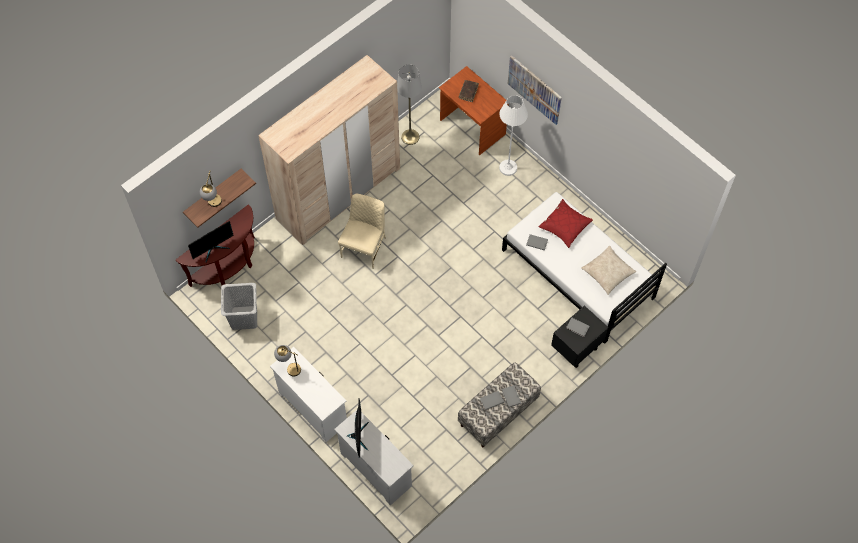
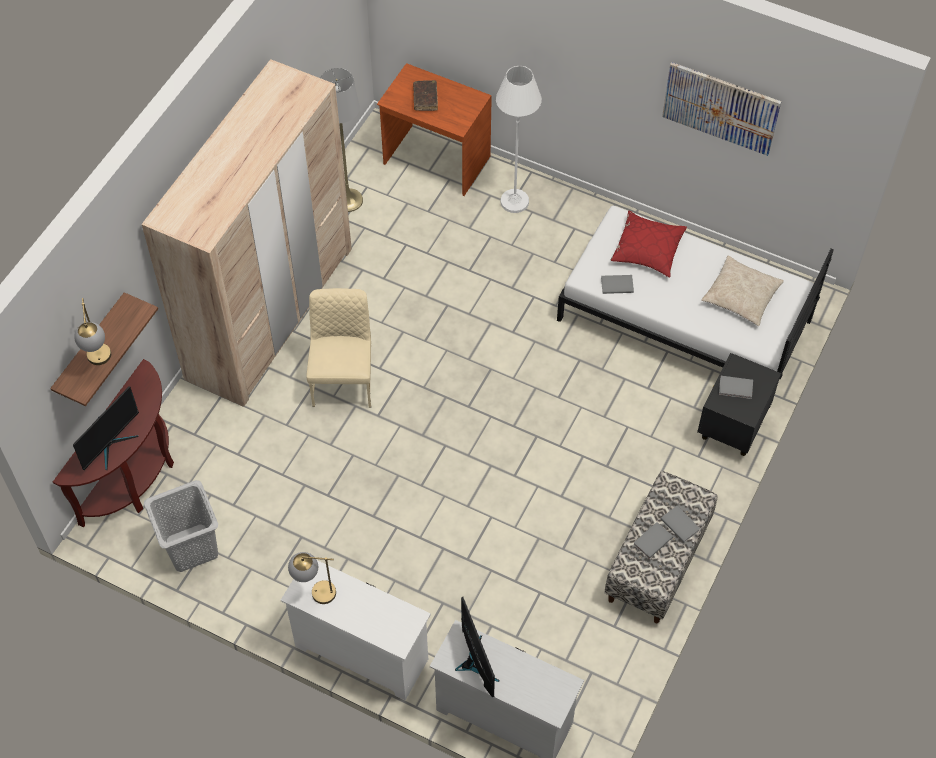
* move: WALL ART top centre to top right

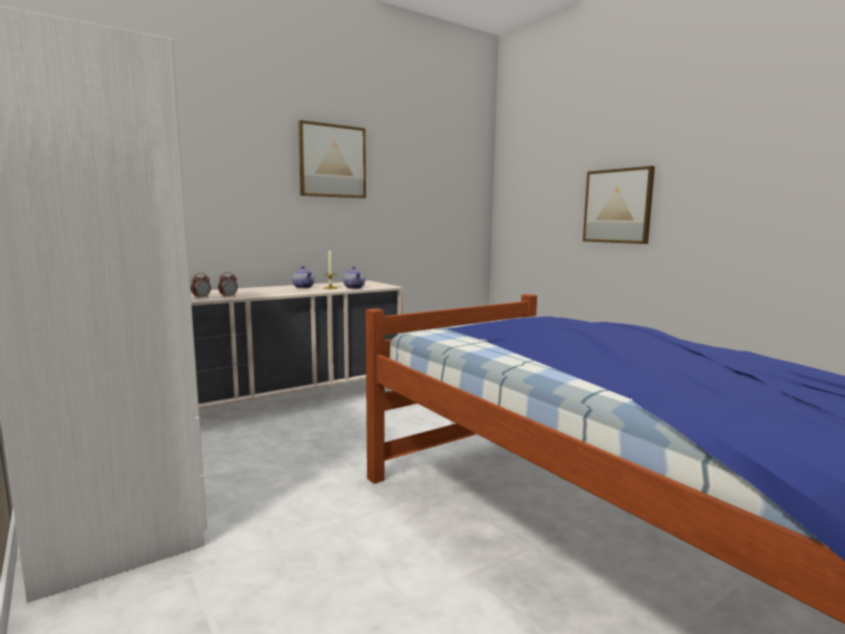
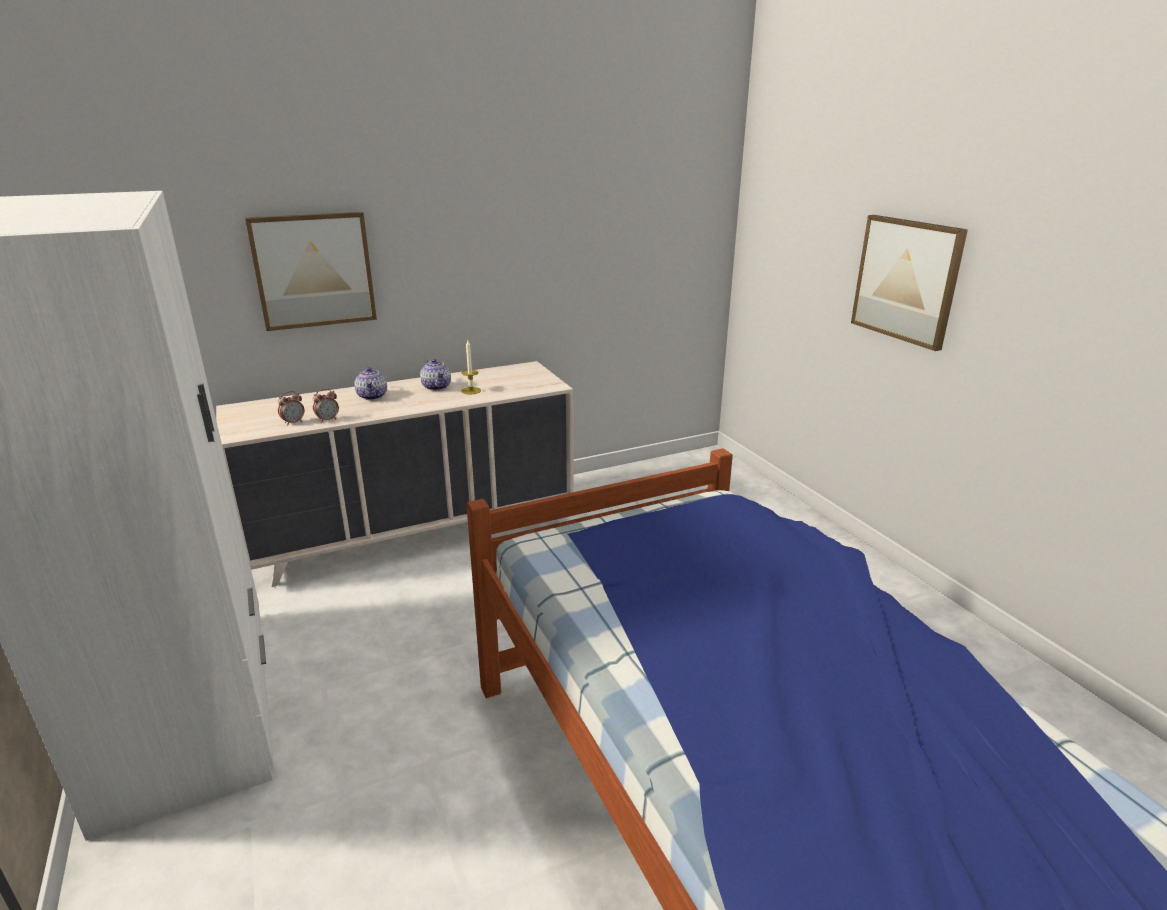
* move: WALL ART (1st from left) top centre to top left
* move: POT FOR TEA (2nd from left in the first image) centre to POT FOR TEA (1st from left) middle left

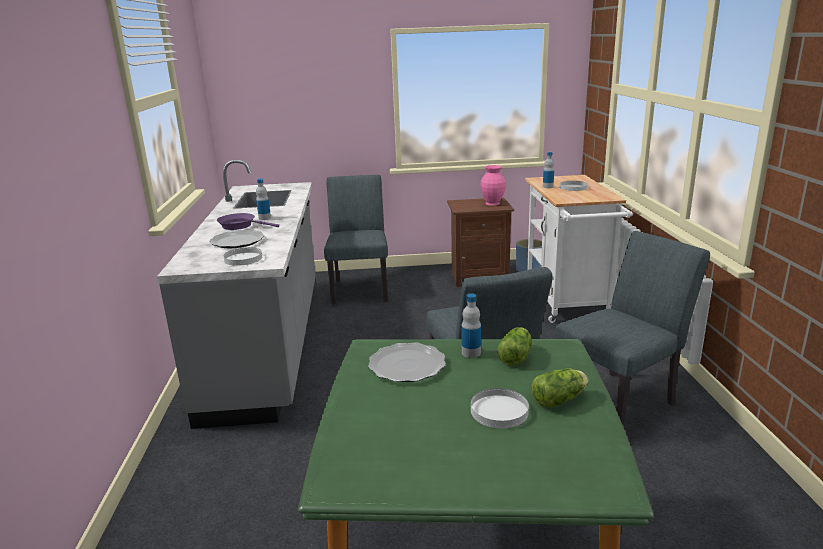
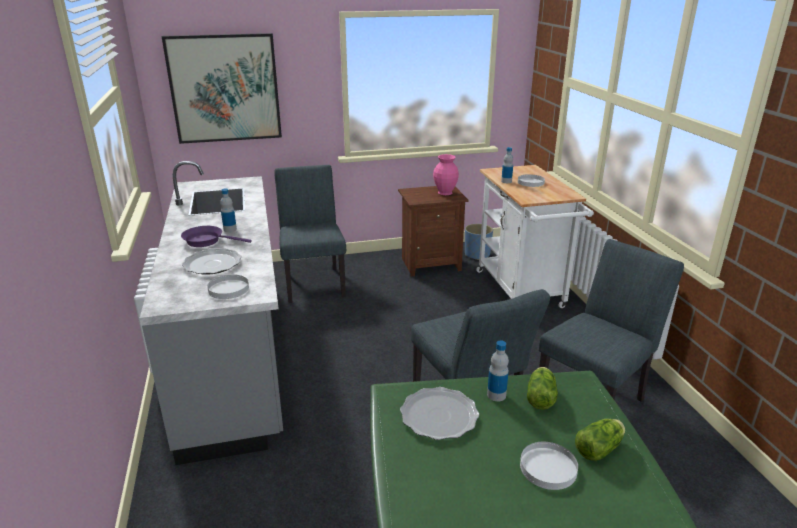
* insert: WALL ART top left

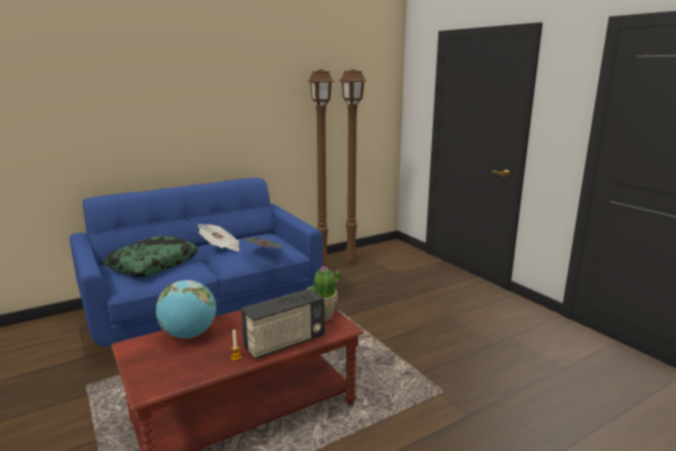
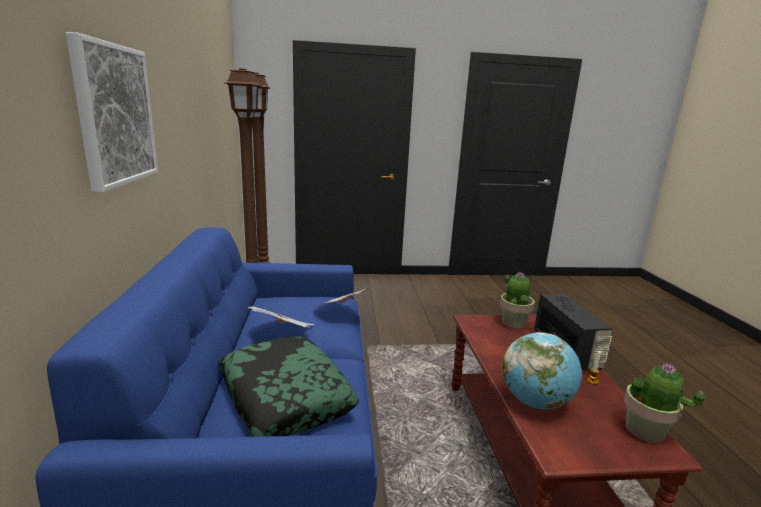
* insert: WALL ART top left
* insert: POTTED PLANT (2nd from left) bottom right

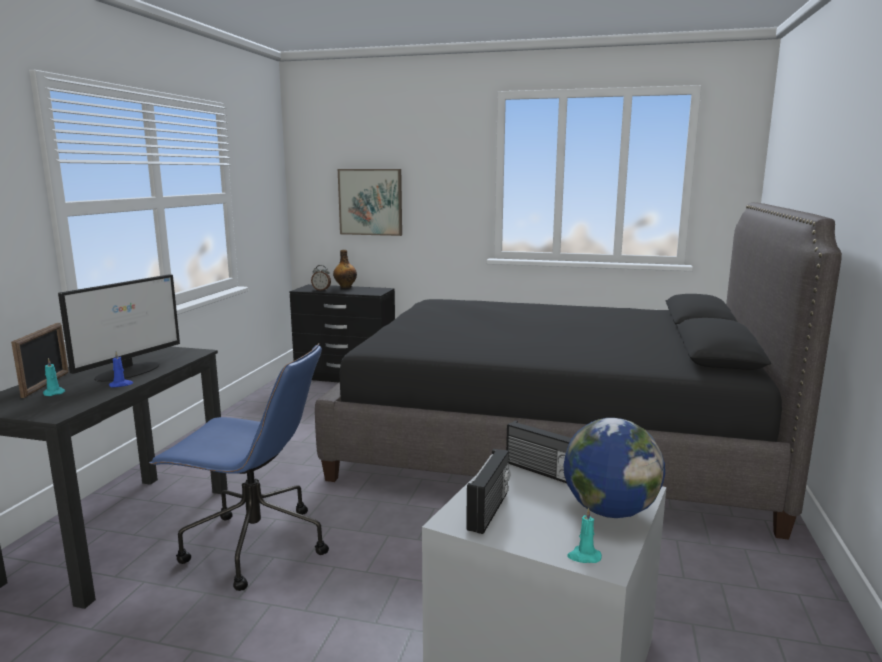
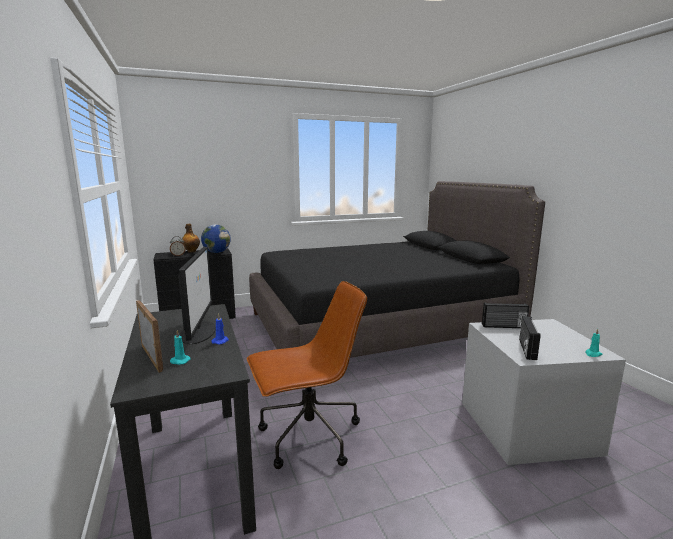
* recolor: BLUE OFFICE CHAIR bottom left to BROWNISH OFFICE CHAIR bottom centre
* delete: WALL ART top centre
* rotate: RADIO (1st from left in the first image) bottom centre = middle right 150 degrees counterclockwise
* move: GLOBE bottom right to middle left

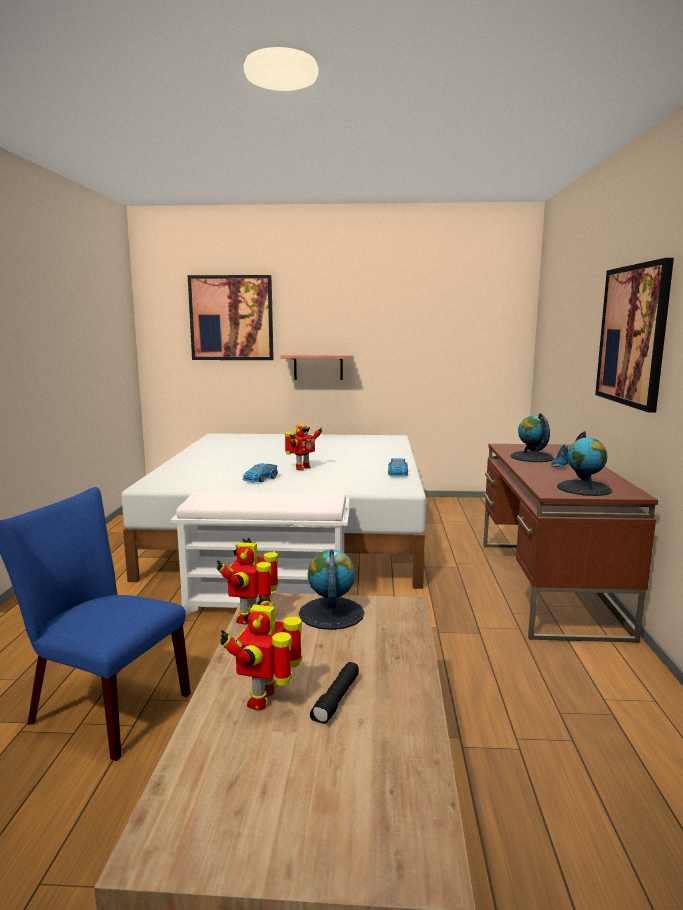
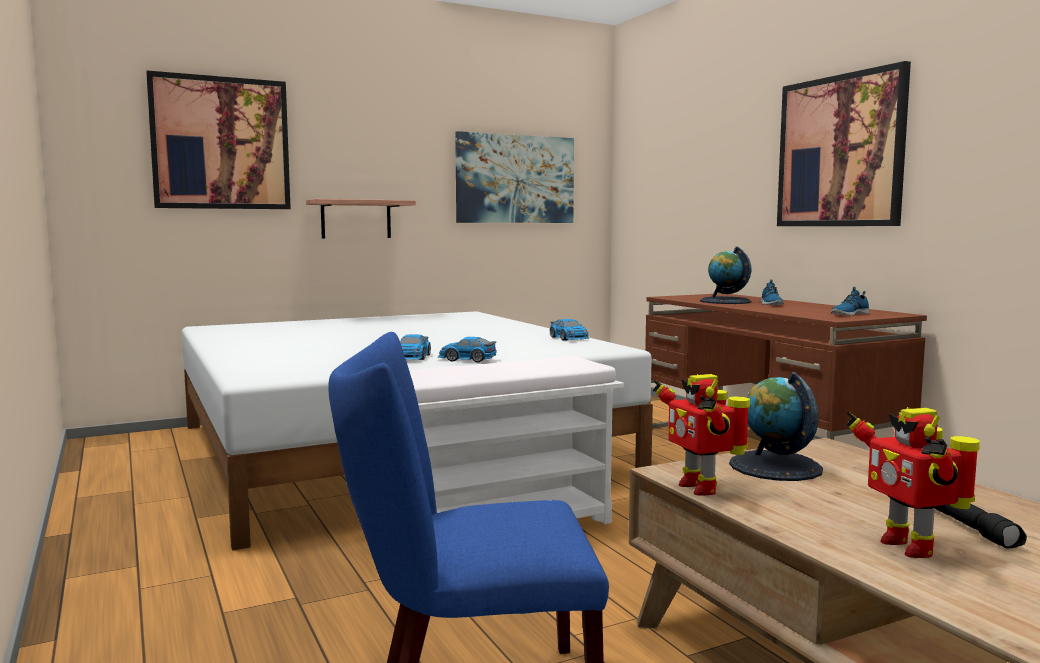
* delete: TOY ROBOT (3rd from left) centre
* replace: GLOBE (3rd from left) middle right to LOW SHOE (2nd from left) middle right
* insert: TOY CAR (2nd from left) centre
* insert: WALL ART (2nd from left) top centre

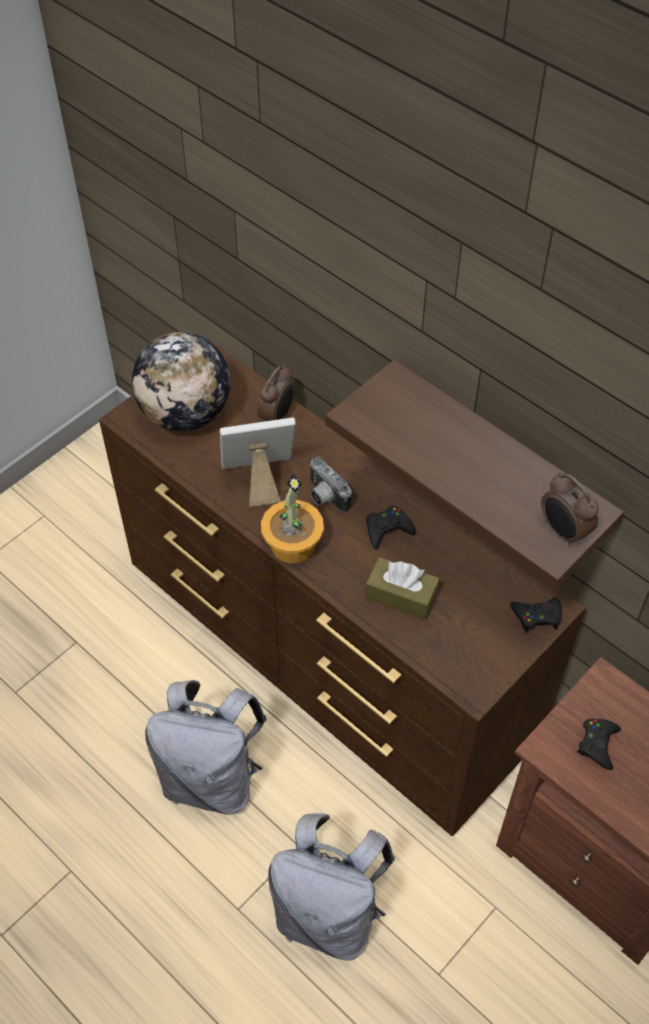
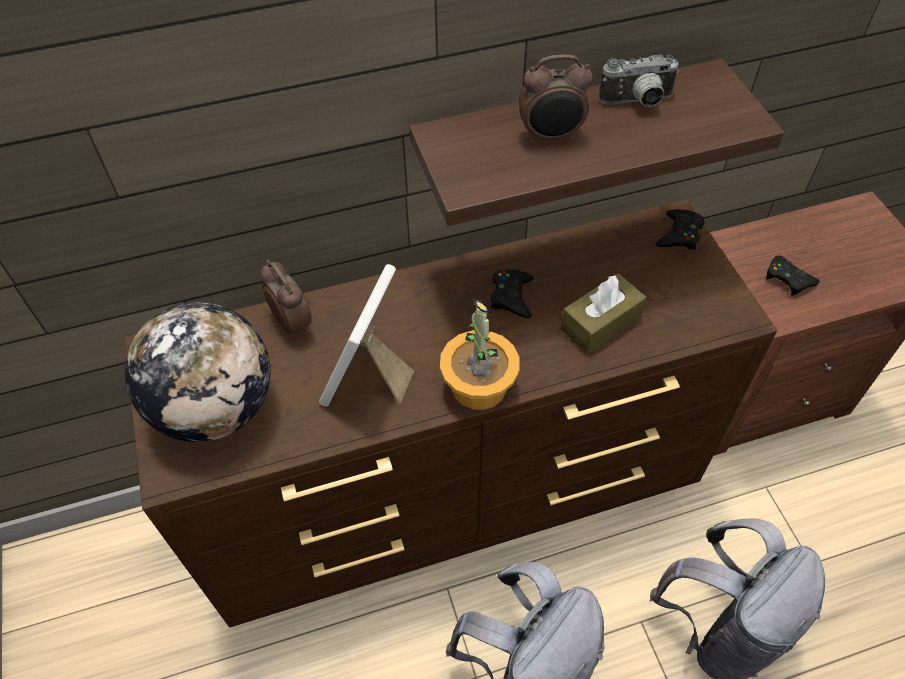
* move: STILL CAMERA centre to top right
* move: ALARM CLOCK (2nd from left) middle right to top centre

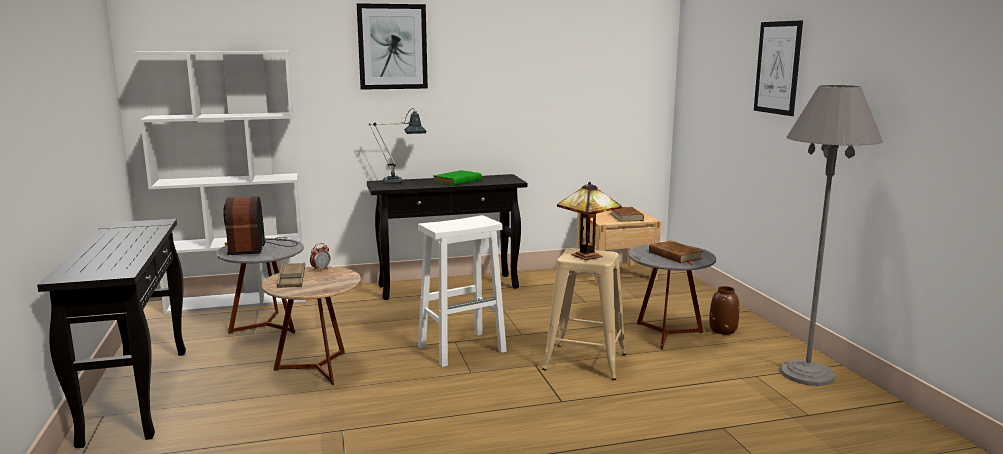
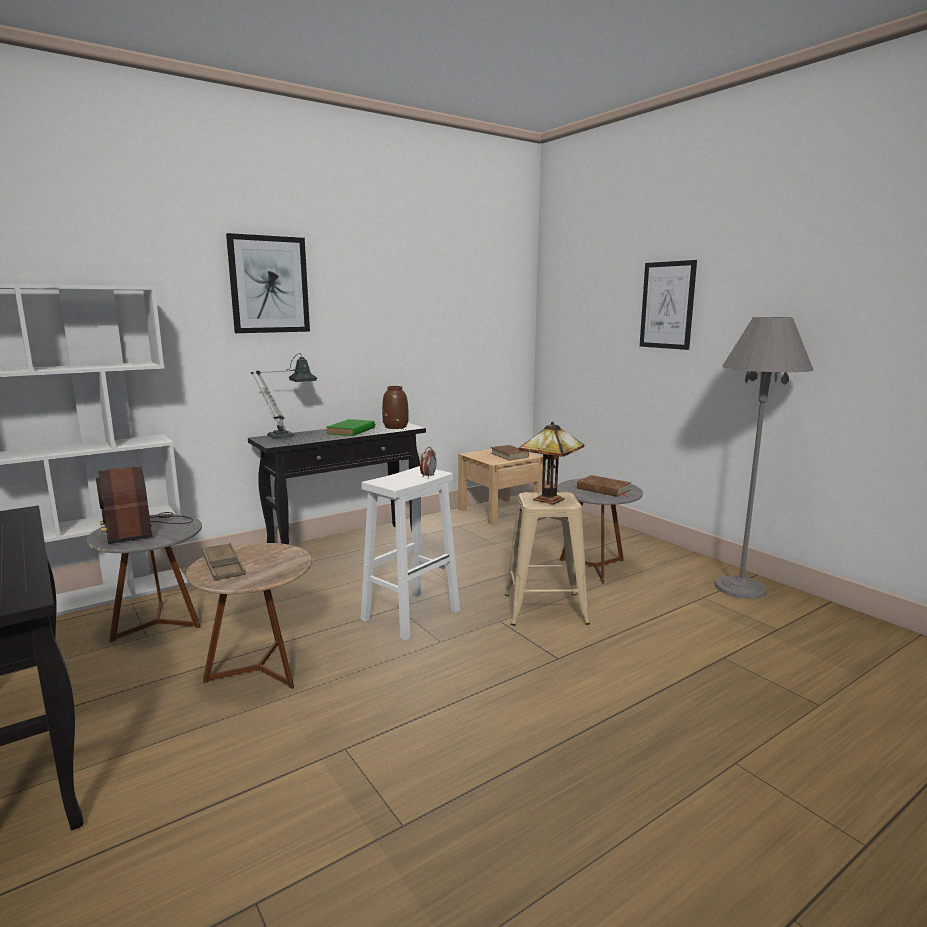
* move: ALARM CLOCK middle left to centre
* move: BROWNISH VASE bottom right to centre

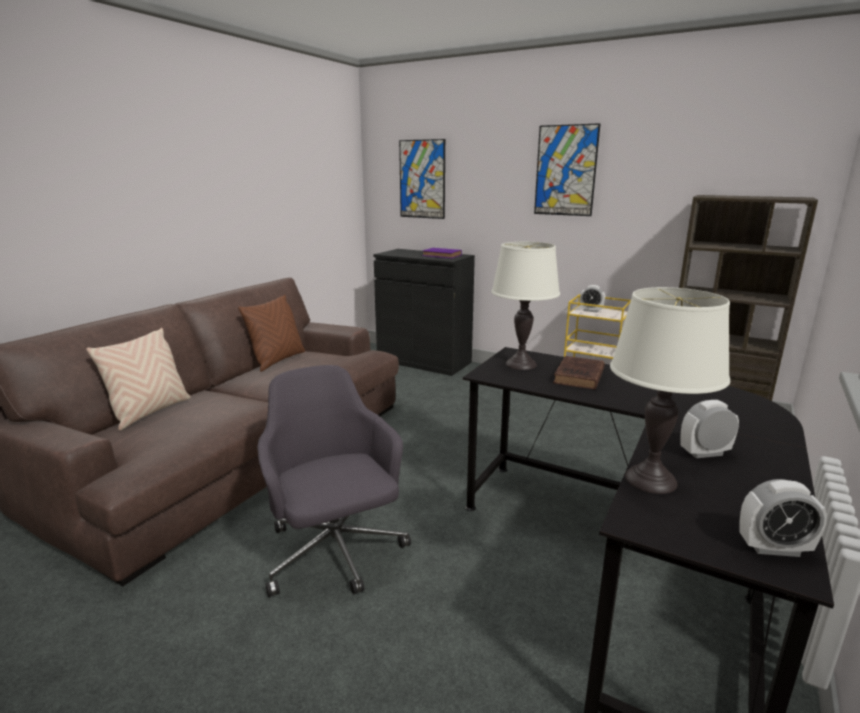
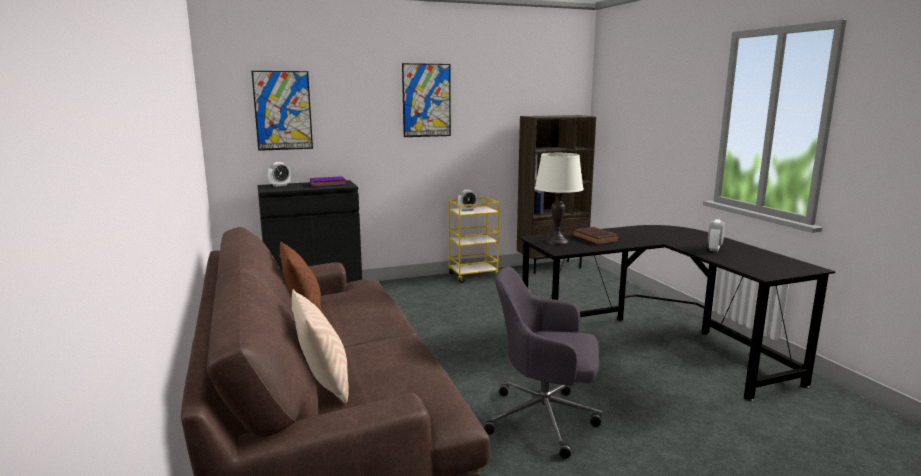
* delete: WHITE TABLE LAMP (2nd from left) middle right
* move: ALARM CLOCK (3rd from left in the first image) bottom right to ALARM CLOCK (1st from left) middle left

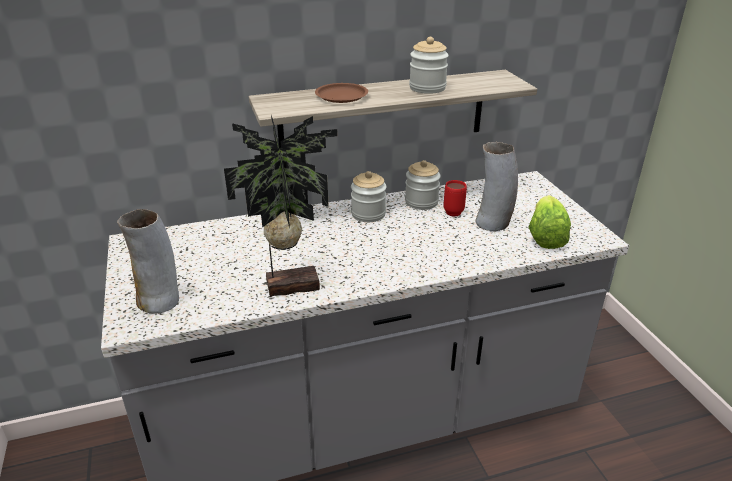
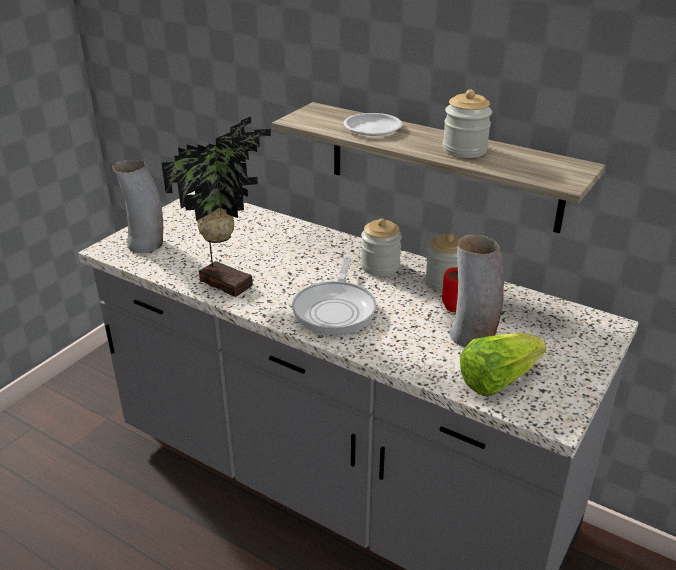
* recolor: BROWNISH PLATE top centre to WHITE PLATE top centre
* insert: FRYING PAN centre

